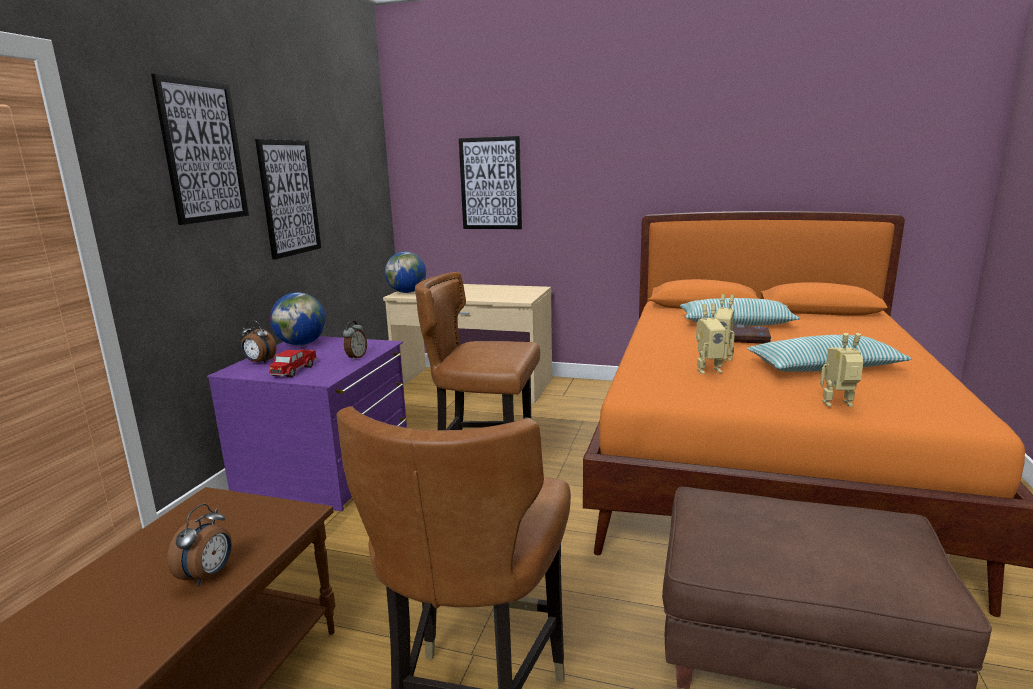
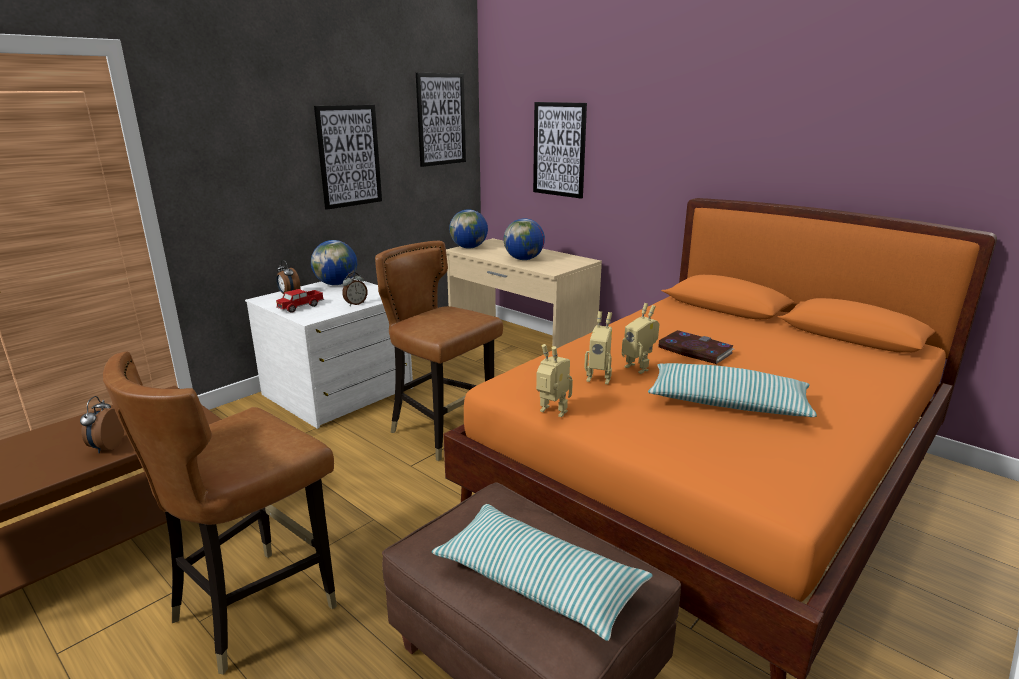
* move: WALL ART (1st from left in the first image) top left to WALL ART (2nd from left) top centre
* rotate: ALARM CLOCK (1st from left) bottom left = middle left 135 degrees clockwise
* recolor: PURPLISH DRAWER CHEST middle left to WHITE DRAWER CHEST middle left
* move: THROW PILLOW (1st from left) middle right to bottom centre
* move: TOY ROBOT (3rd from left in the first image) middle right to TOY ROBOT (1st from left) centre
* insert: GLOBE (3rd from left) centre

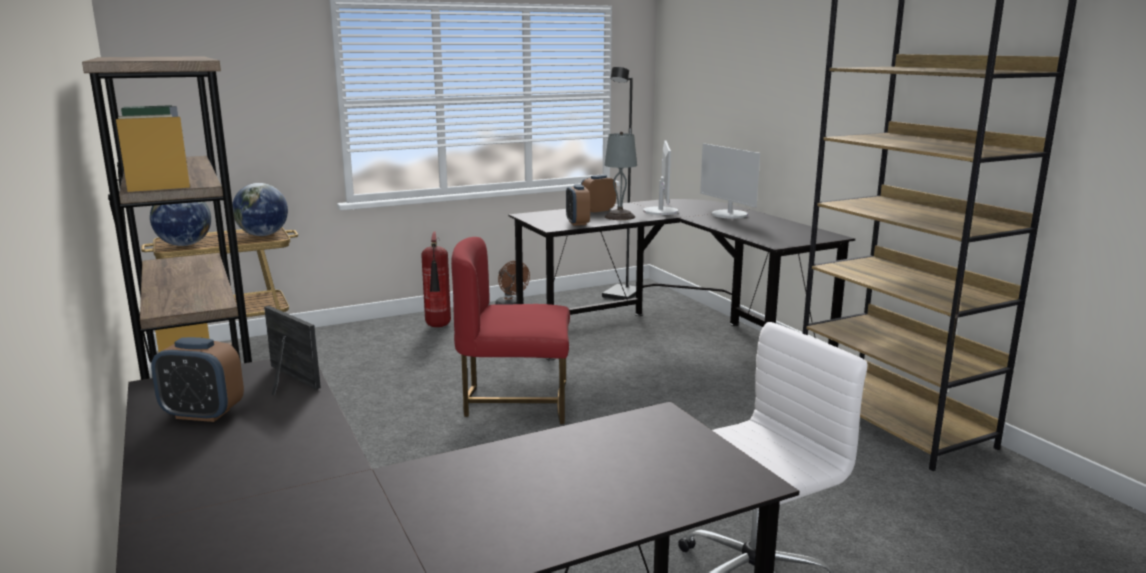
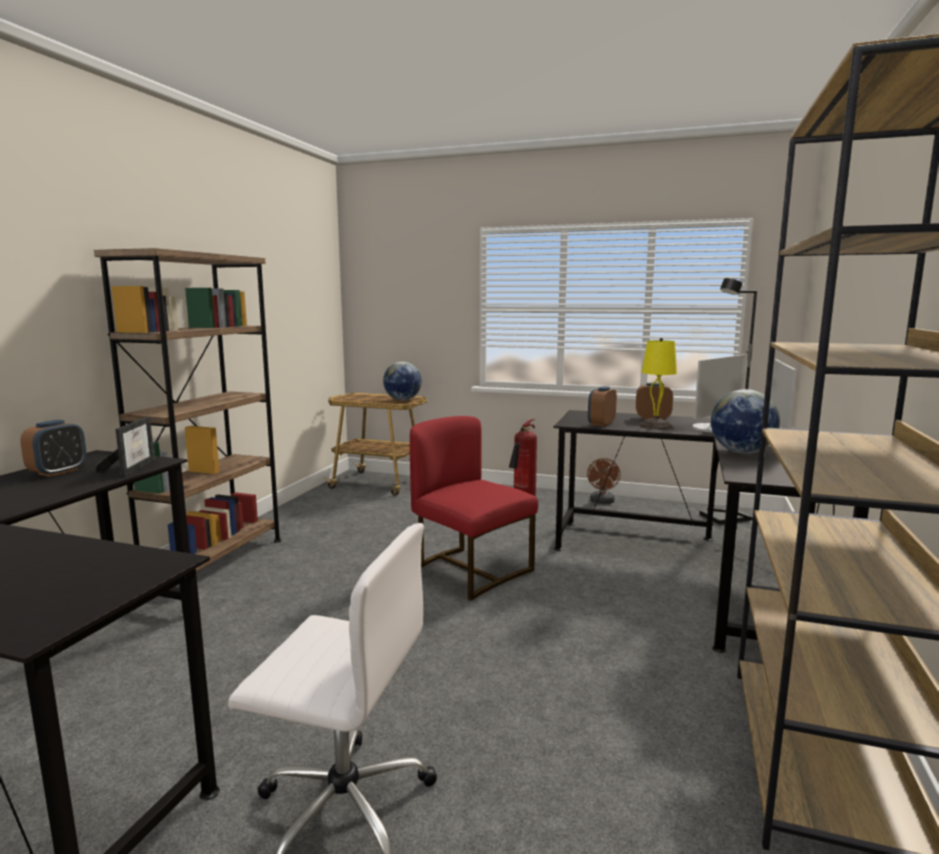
* move: GLOBE (1st from left in the first image) middle left to GLOBE (2nd from left) middle right
* rotate: ALARM CLOCK (1st from left) middle left = middle left 120 degrees counterclockwise
* recolor: GREYISH TABLE LAMP top centre to YELLOWISH TABLE LAMP middle right

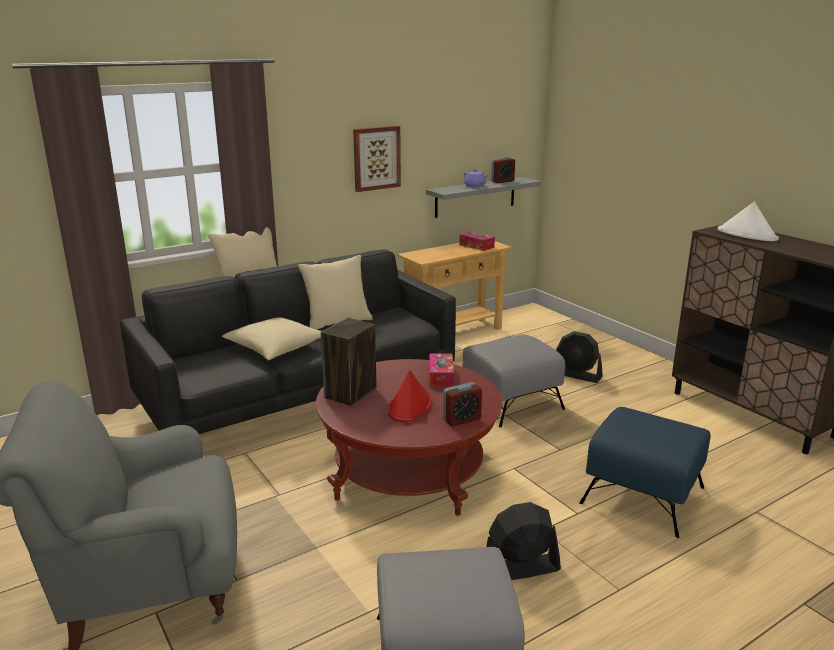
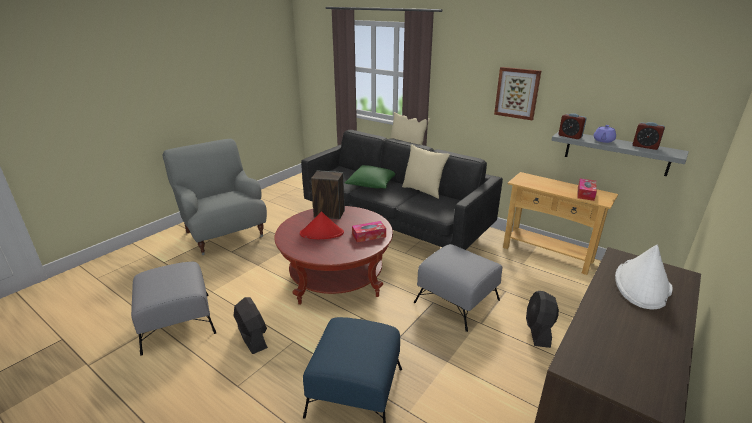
* recolor: BEIGE THROW PILLOW (2nd from left) middle left to GREEN THROW PILLOW centre
* move: ALARM CLOCK (1st from left) centre to top right

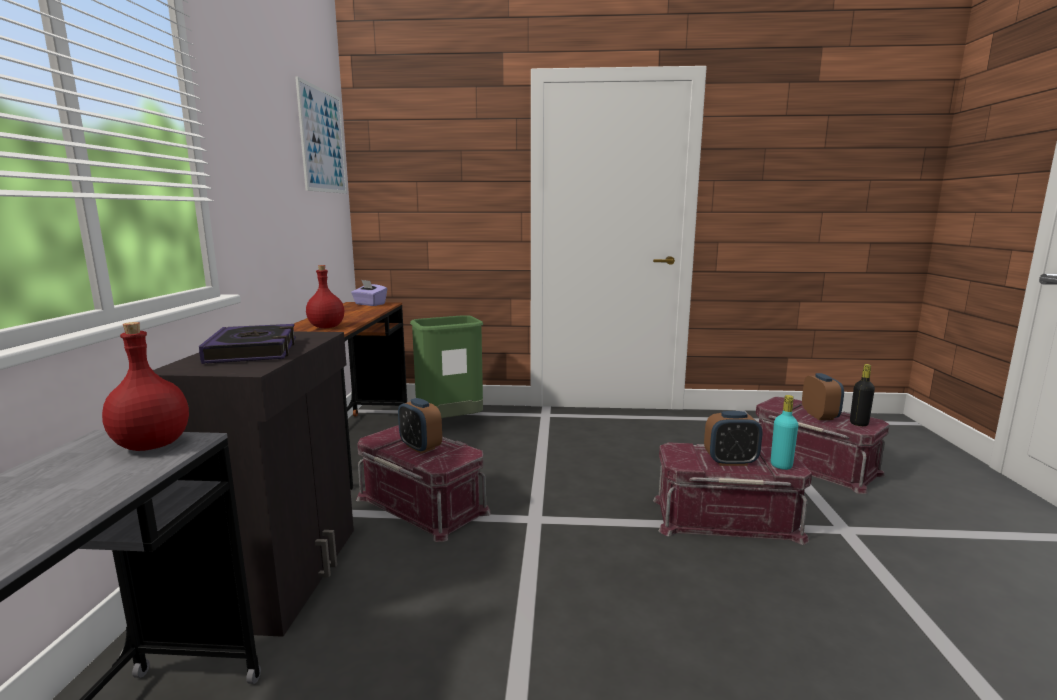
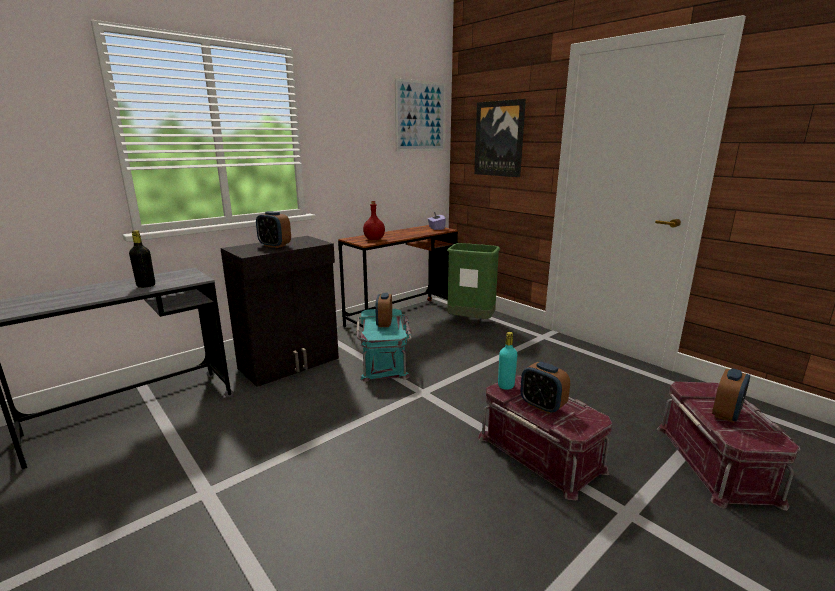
* delete: REDDISH DRINK BOTTLE (1st from left) middle left
* replace: BOUND BOOK middle left to ALARM CLOCK (1st from left) middle left
* recolor: REDDISH STORAGE BOX (1st from left) bottom centre to BLUE-GREEN STORAGE BOX centre
* move: BLUE-GREEN DRINK BOTTLE middle right to centre
* move: BLACK DRINK BOTTLE middle right to middle left
* insert: WALL ART (2nd from left) top centre

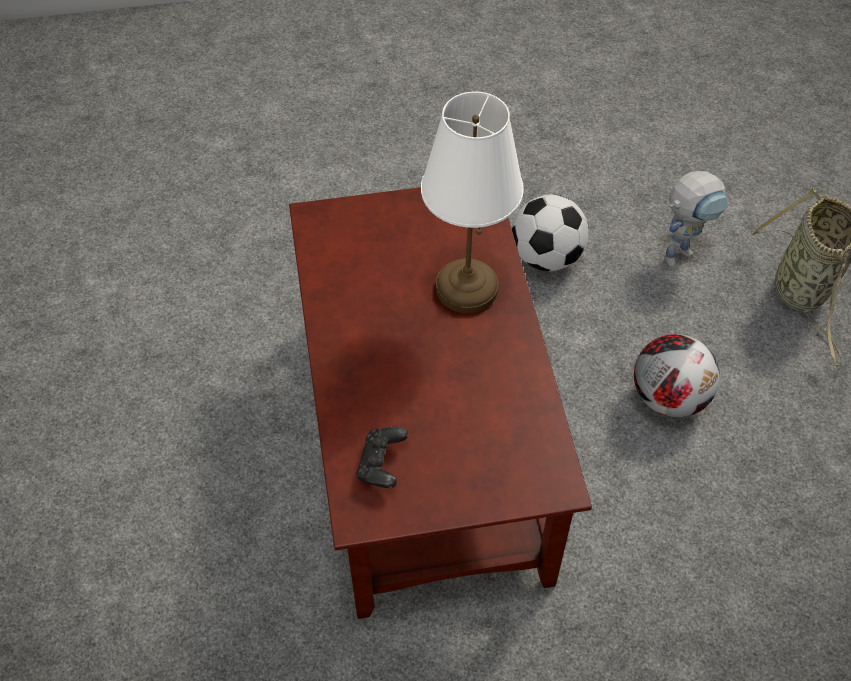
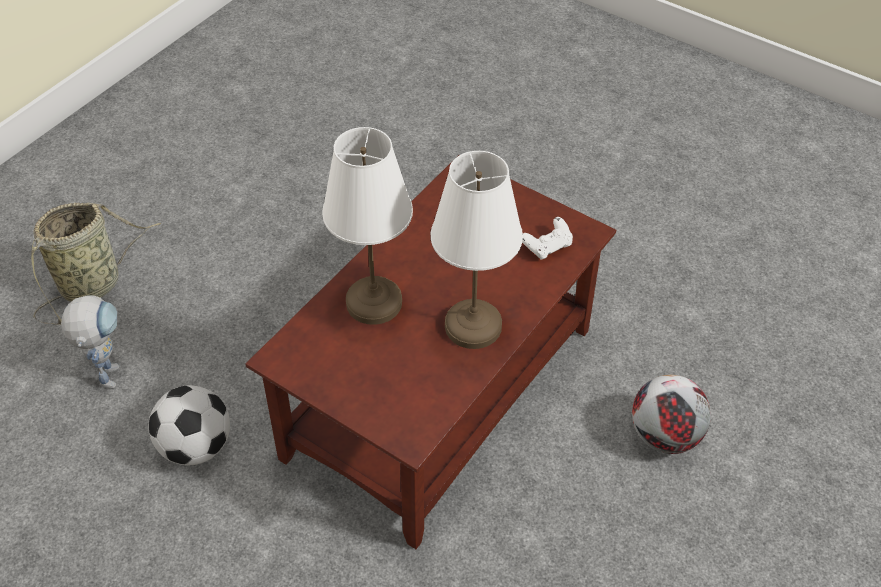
* recolor: BLACK GAME CONTROLLER bottom centre to WHITE GAME CONTROLLER centre
* move: FOOTBALL (2nd from left) middle right to bottom right
* rotate: TOY ROBOT top right = middle left 75 degrees clockwise
* insert: WHITE TABLE LAMP (2nd from left) centre

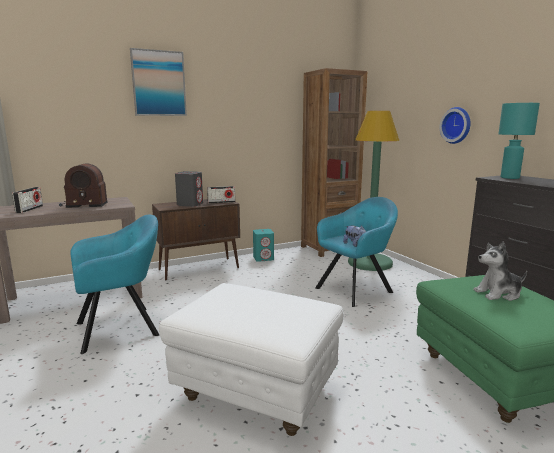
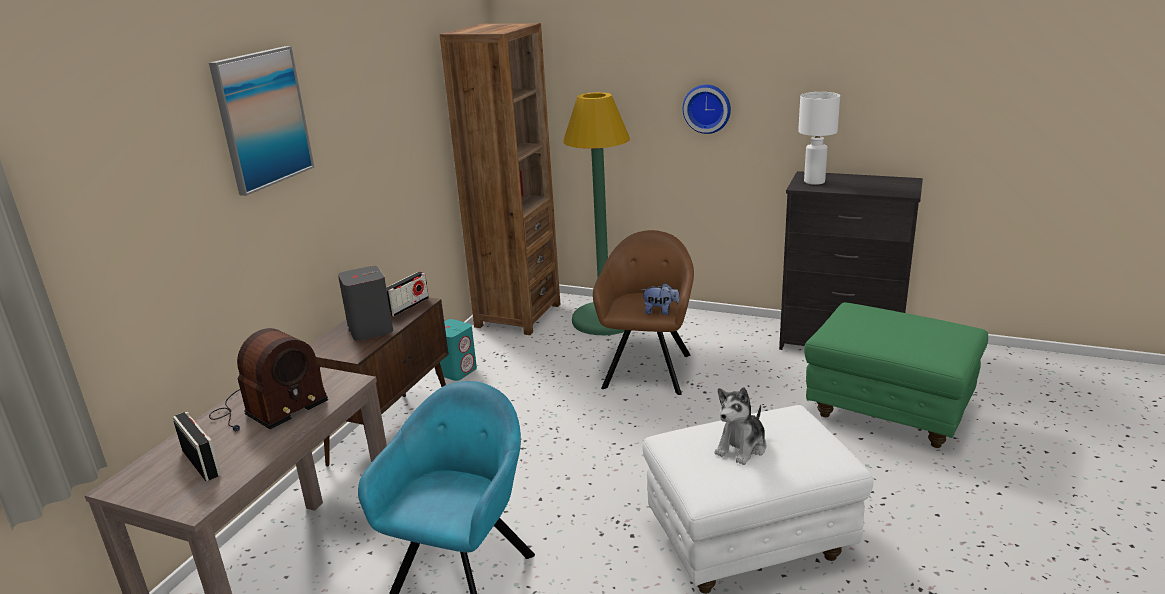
* recolor: BLUE-GREEN LOUNGE CHAIR (2nd from left) centre to BROWNISH LOUNGE CHAIR centre
* move: PLUSH TOY (2nd from left) middle right to bottom centre
* recolor: BLUE-GREEN TABLE LAMP top right to WHITE TABLE LAMP top right

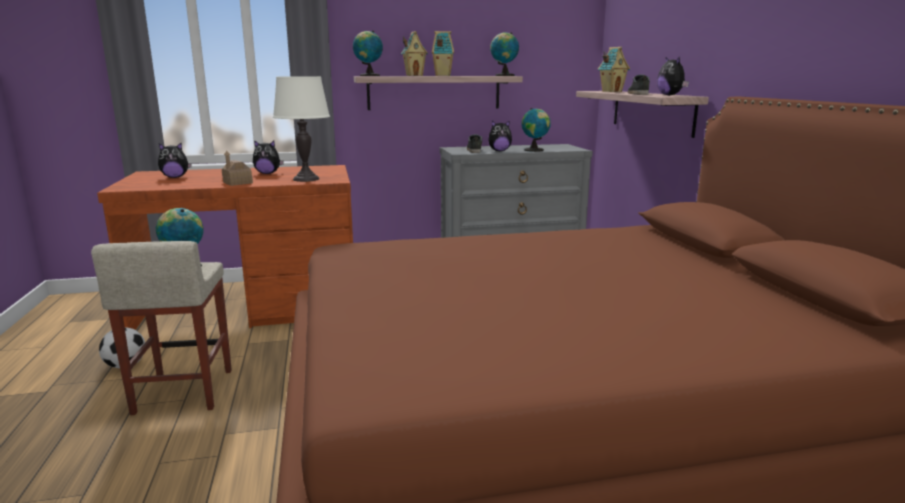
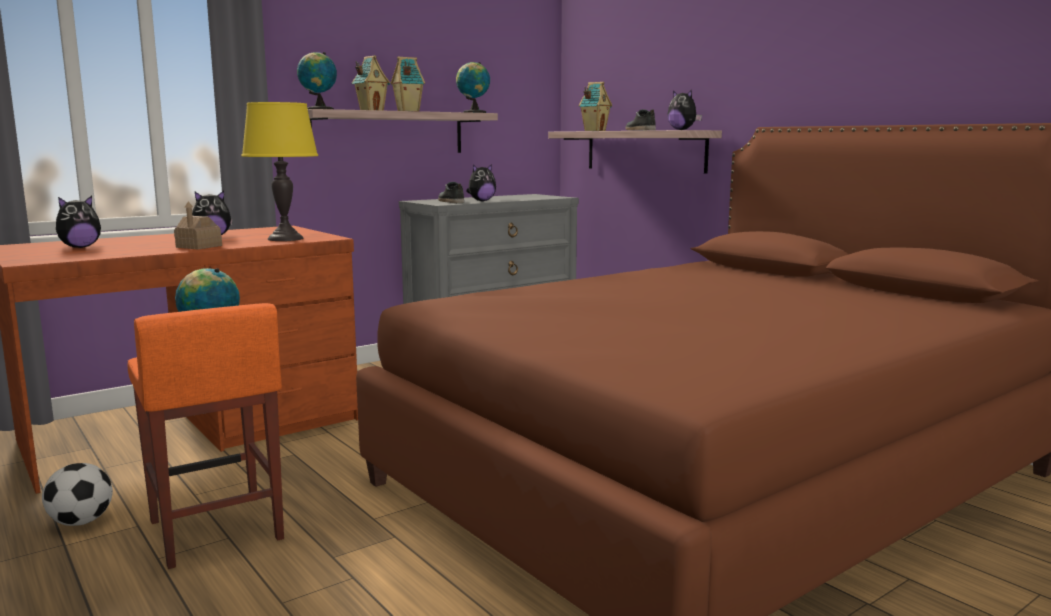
* recolor: BEIGE STOOL SEAT middle left to ORANGEY STOOL SEAT bottom left
* recolor: WHITE TABLE LAMP top left to YELLOWISH TABLE LAMP top left
* delete: GLOBE (4th from left) top centre

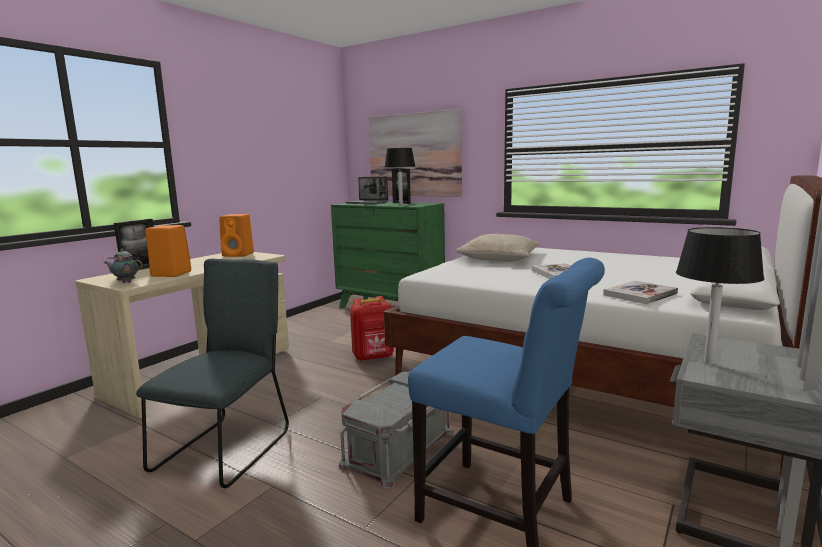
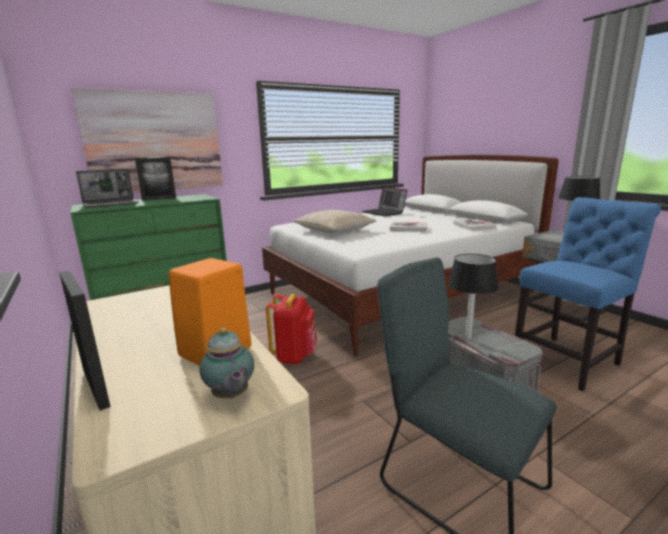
* rotate: POT FOR TEA middle left = bottom centre 60 degrees counterclockwise
* delete: ORANGEY LOUDSPEAKER (2nd from left) middle left
* move: BLACK TABLE LAMP (1st from left) top centre to middle right
* insert: NOTEBOOK COMPUTER (2nd from left) centre

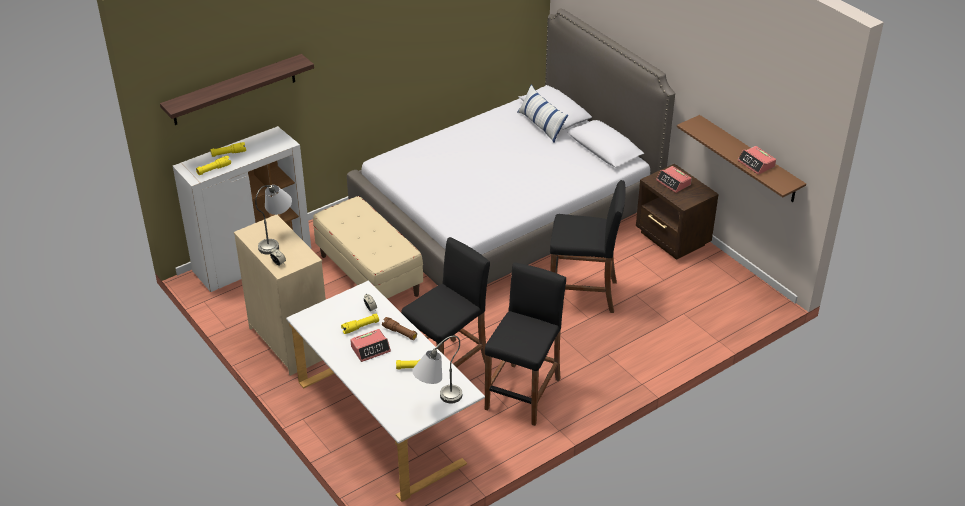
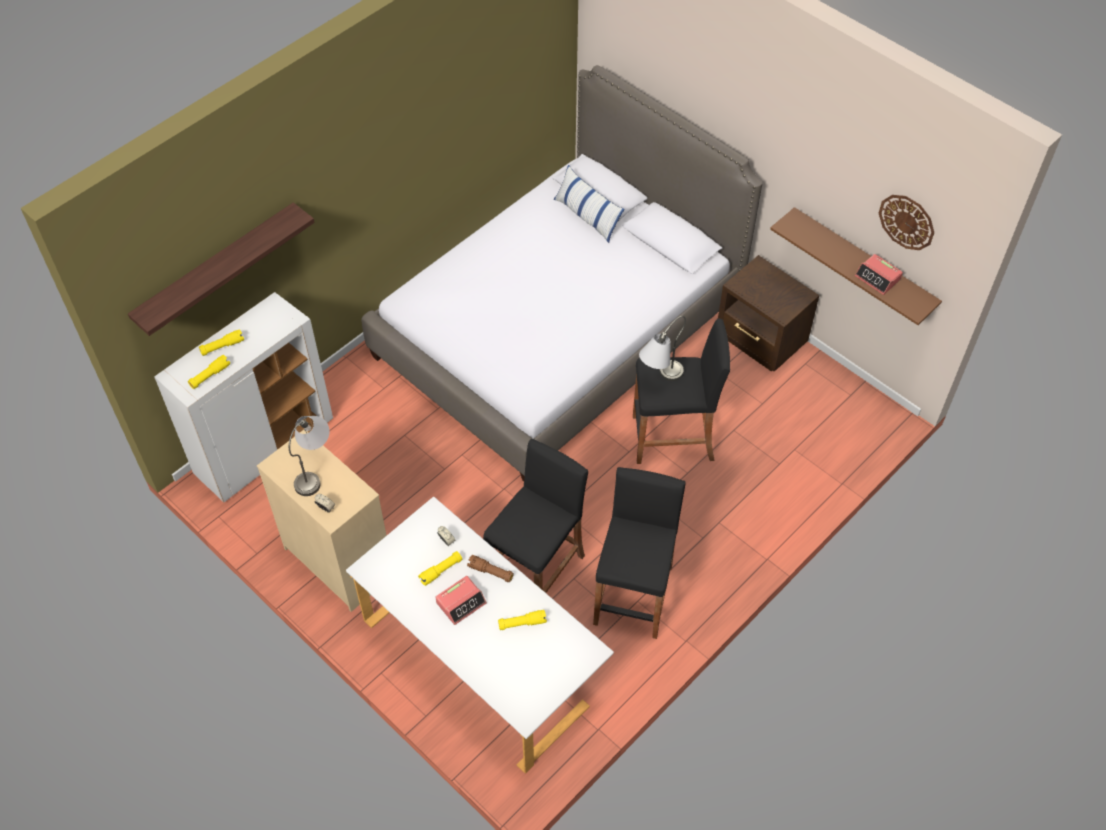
* delete: BEIGE LONG SEAT centre
* move: GREYISH TABLE LAMP (2nd from left) bottom centre to centre
* delete: ALARM CLOCK (4th from left) middle right
* insert: WALL CLOCK top right

